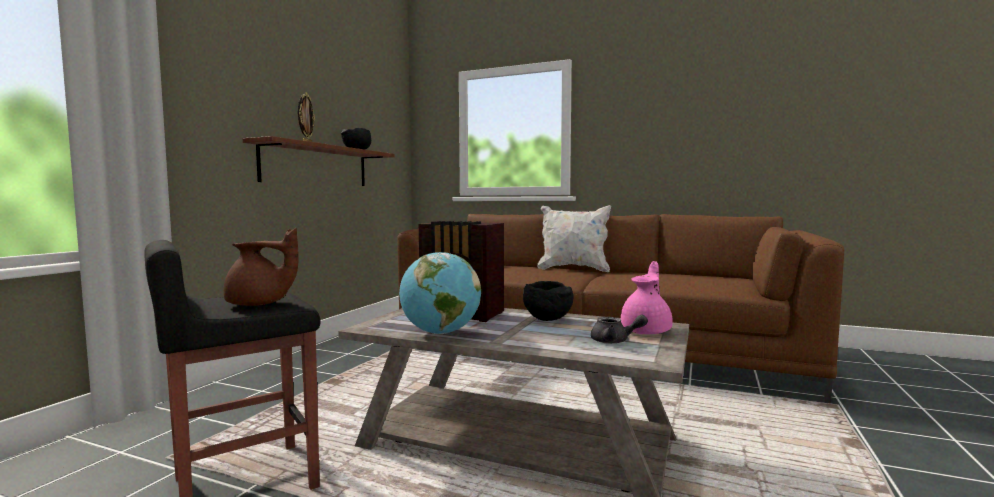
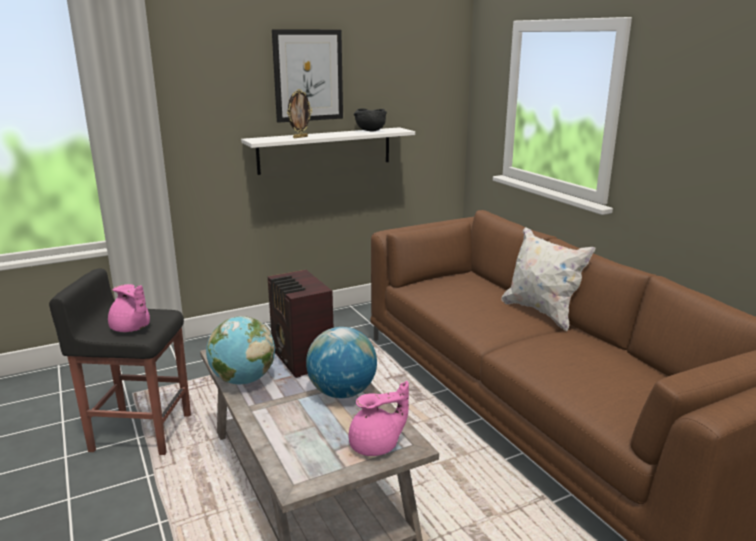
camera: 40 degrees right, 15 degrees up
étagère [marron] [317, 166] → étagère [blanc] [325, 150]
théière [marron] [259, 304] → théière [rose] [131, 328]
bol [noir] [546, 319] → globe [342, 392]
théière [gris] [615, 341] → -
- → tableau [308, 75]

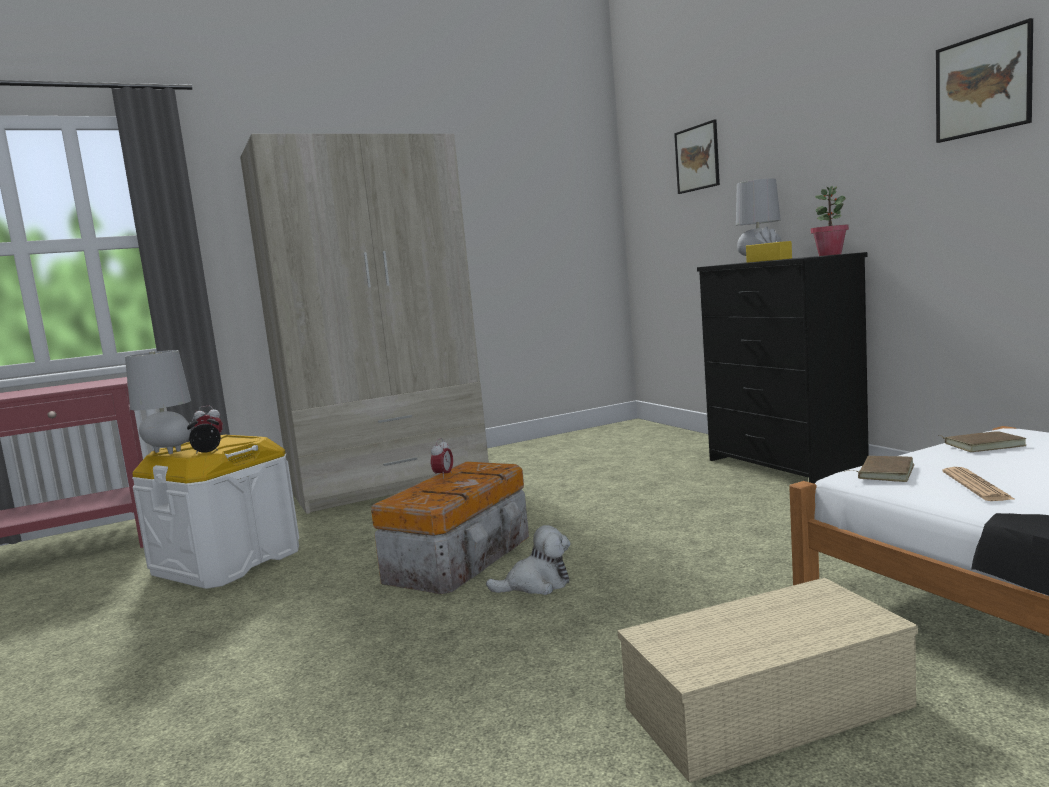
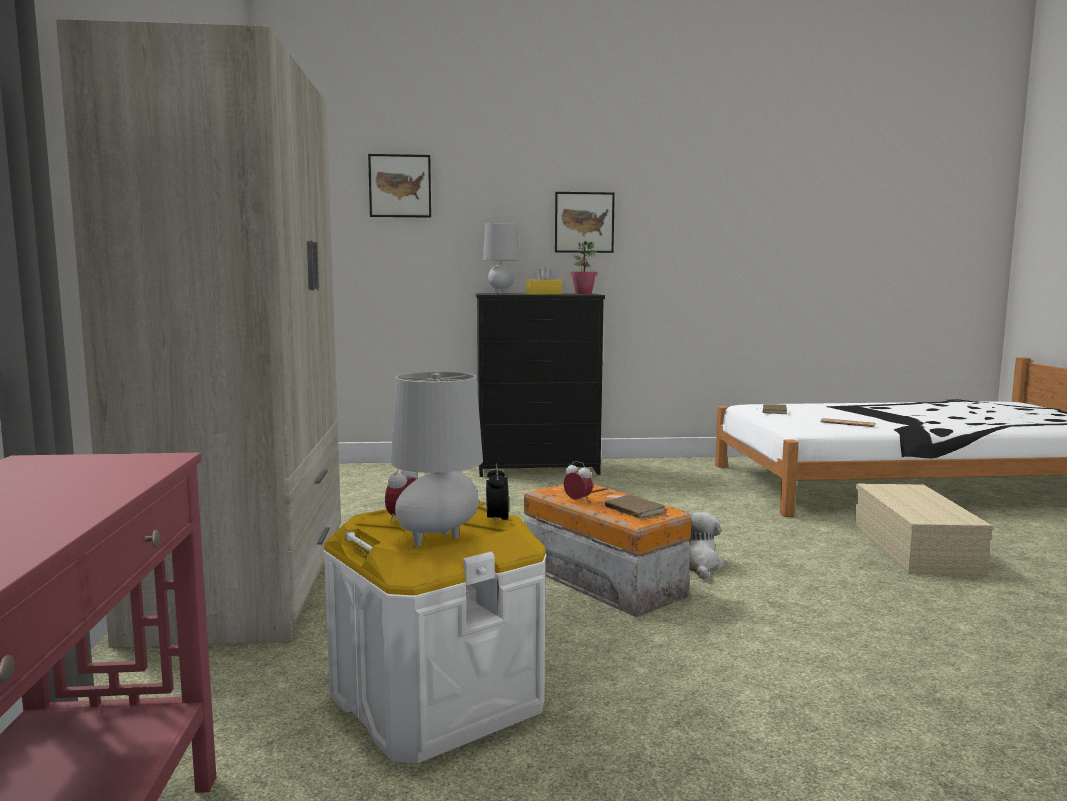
camera: 70 degrees left, 0 degrees up
tableau [983, 84] → tableau [584, 222], moved
livre [marron] [883, 472] → livre [marron] [633, 510], moved

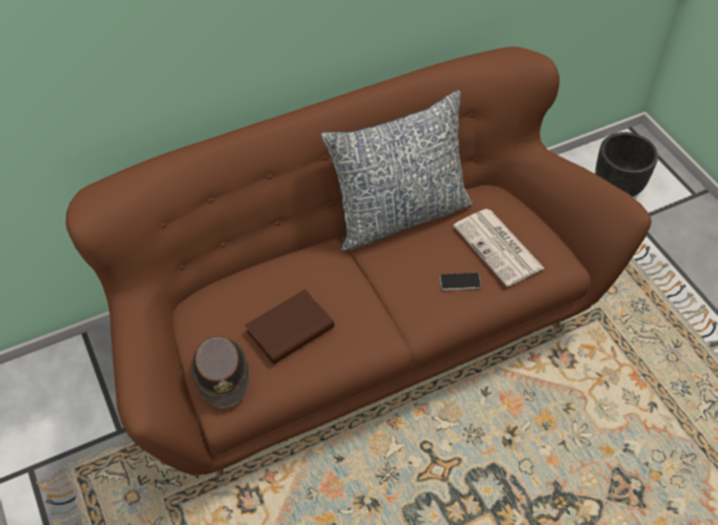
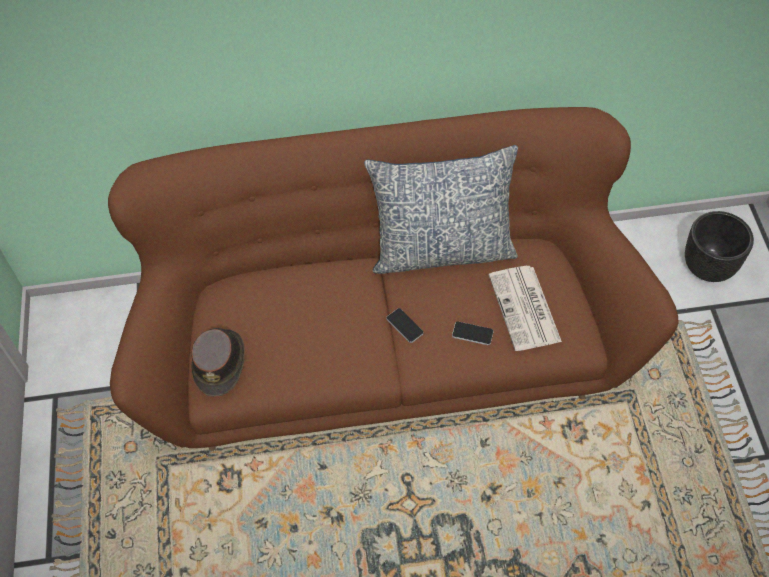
camera: 20 degrees right, 5 degrees up
livre [marron] [290, 329] → -
- → téléphone [404, 326]

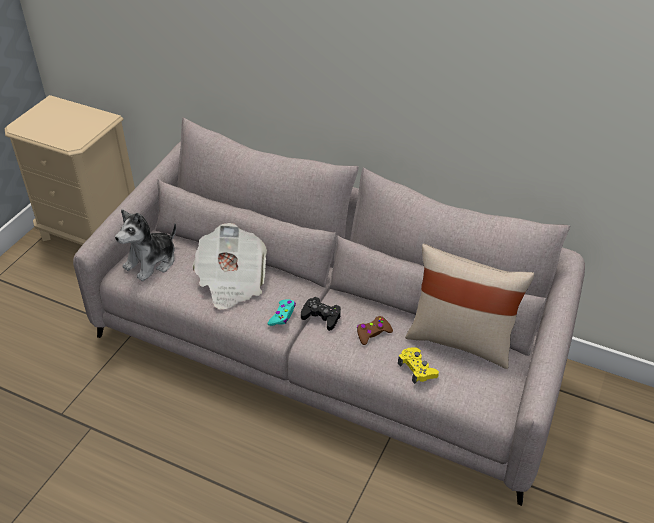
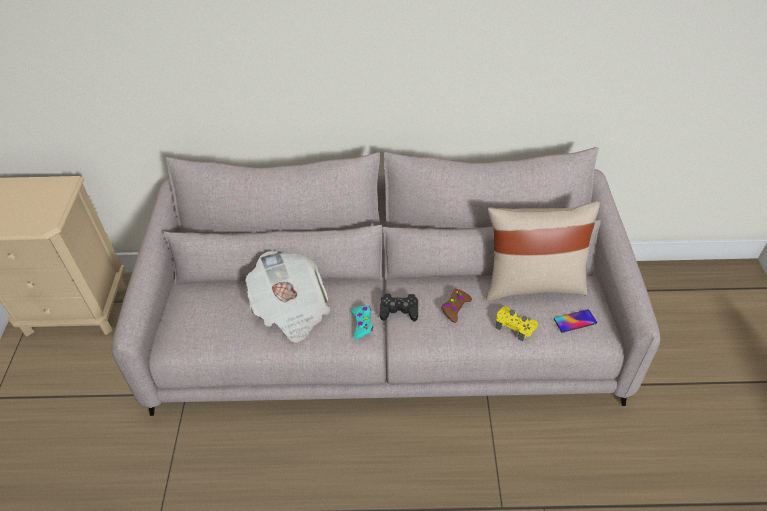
camera: 25 degrees left, 5 degrees up
peluche [151, 262] → -
- → téléphone [575, 321]

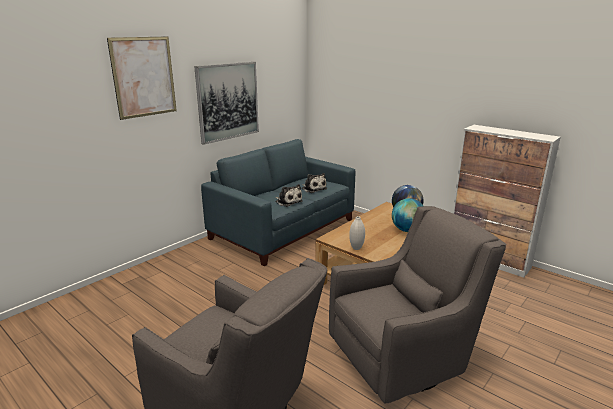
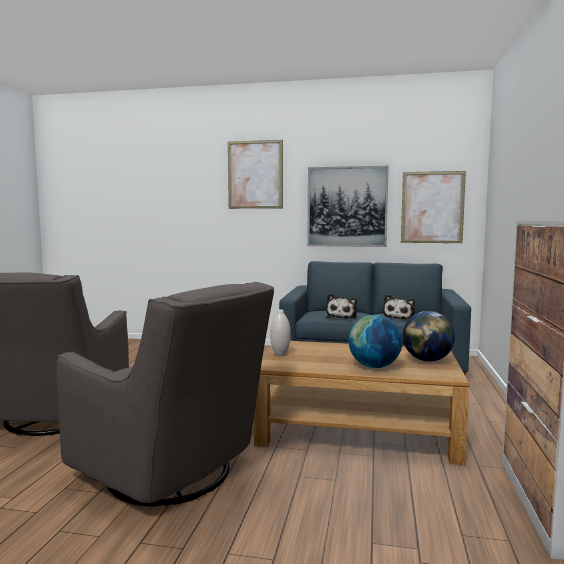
camera: 60 degrees right, 15 degrees down
- → tableau [432, 207]

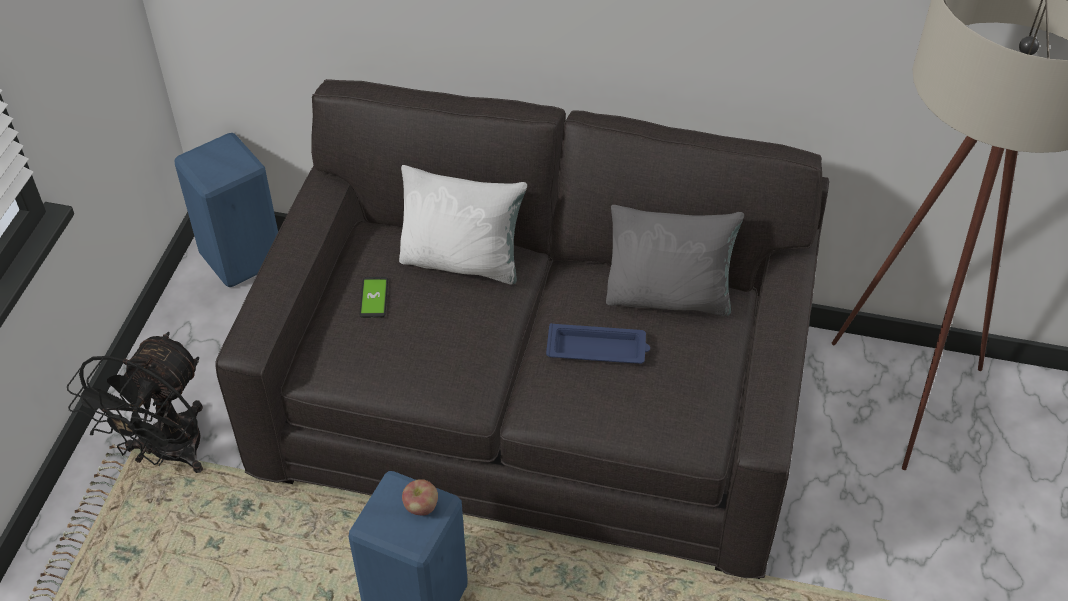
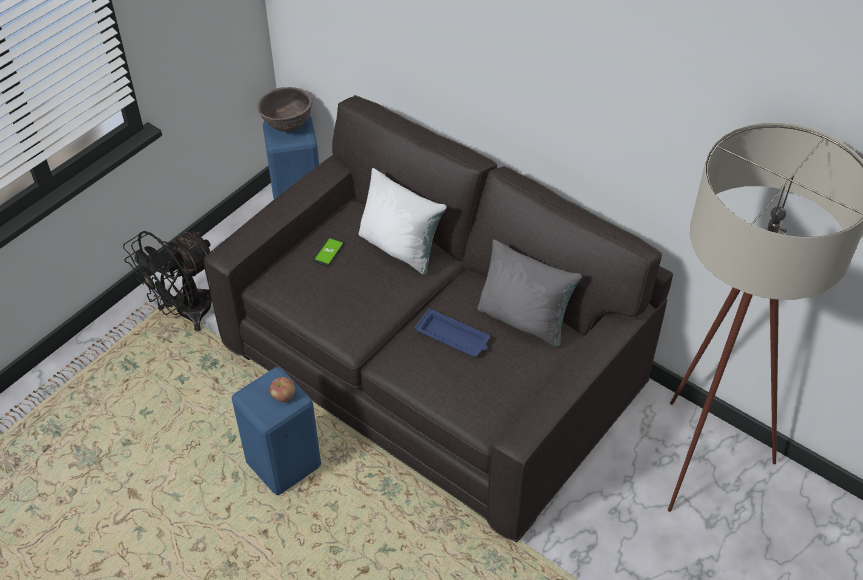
camera: 25 degrees right, 0 degrees up
- → bol [marron] [287, 126]

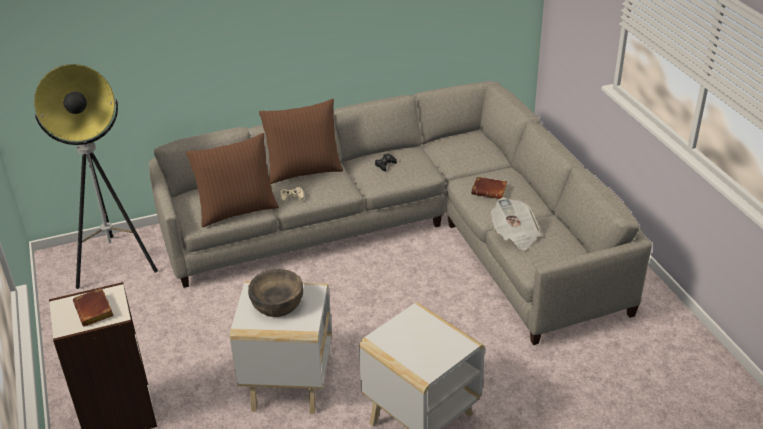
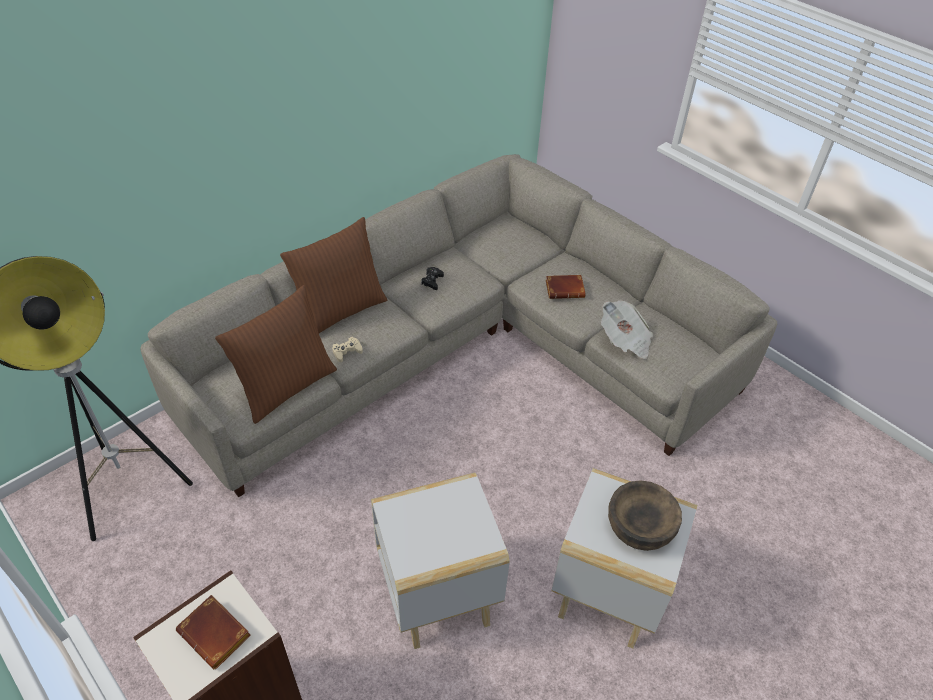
camera: 25 degrees left, 10 degrees up
bol [marron] [277, 304] → bol [marron] [640, 526], moved

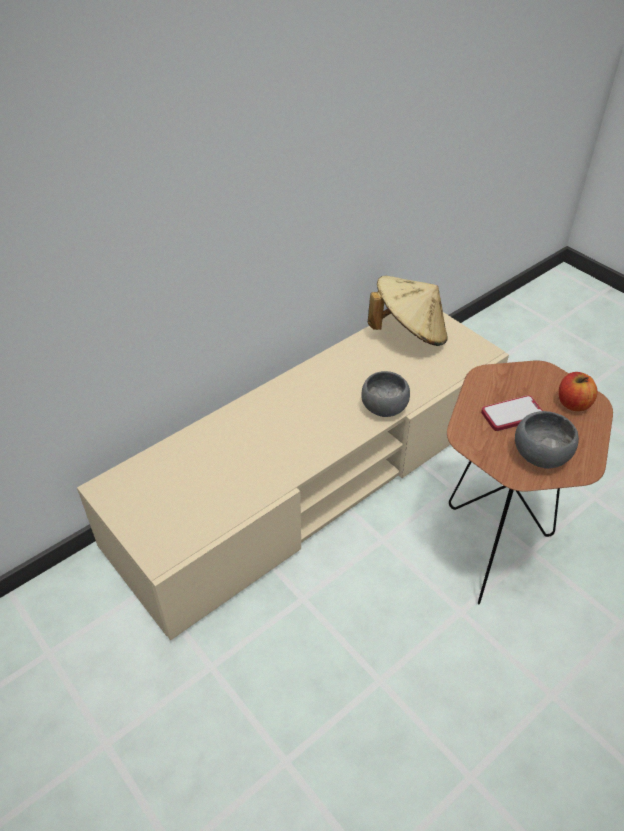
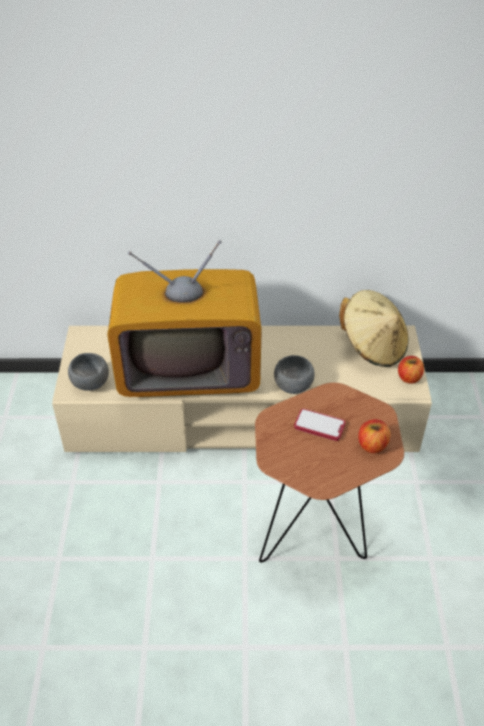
camera: 40 degrees right, 0 degrees up
bol [gris] [541, 457] → bol [gris] [89, 383], moved
- → téléviseur [189, 367]
- → pomme [409, 377]

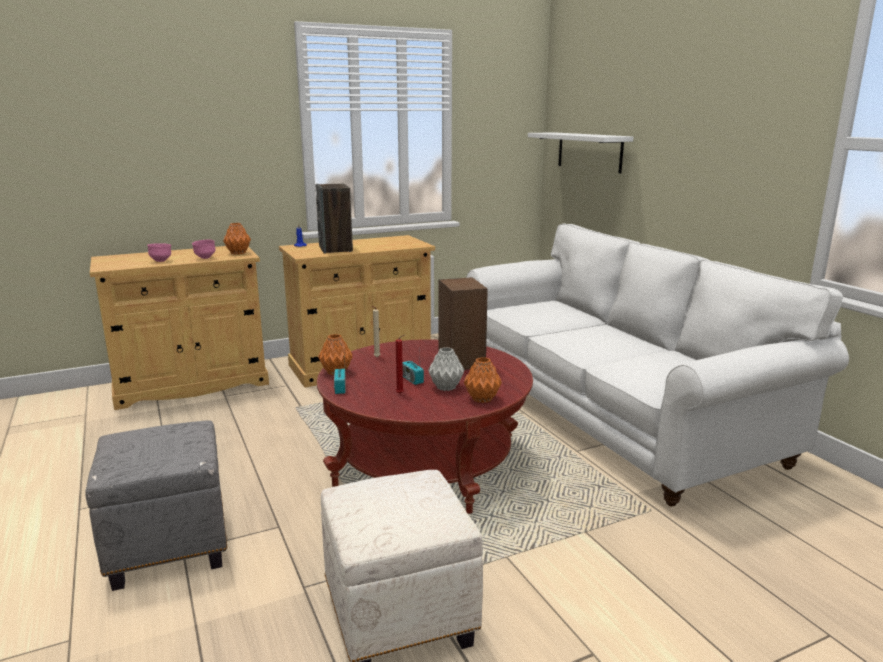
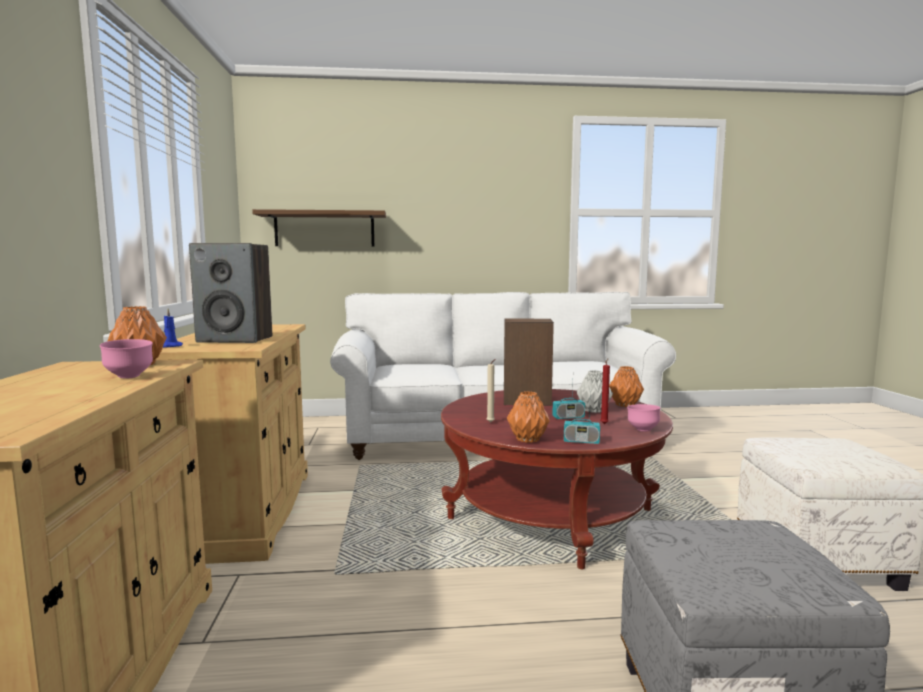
camera: 70 degrees left, 10 degrees down
étagère [blanc] [589, 151] → étagère [marron] [324, 229]
bol [rose] [161, 261] → bol [rose] [642, 430], moved

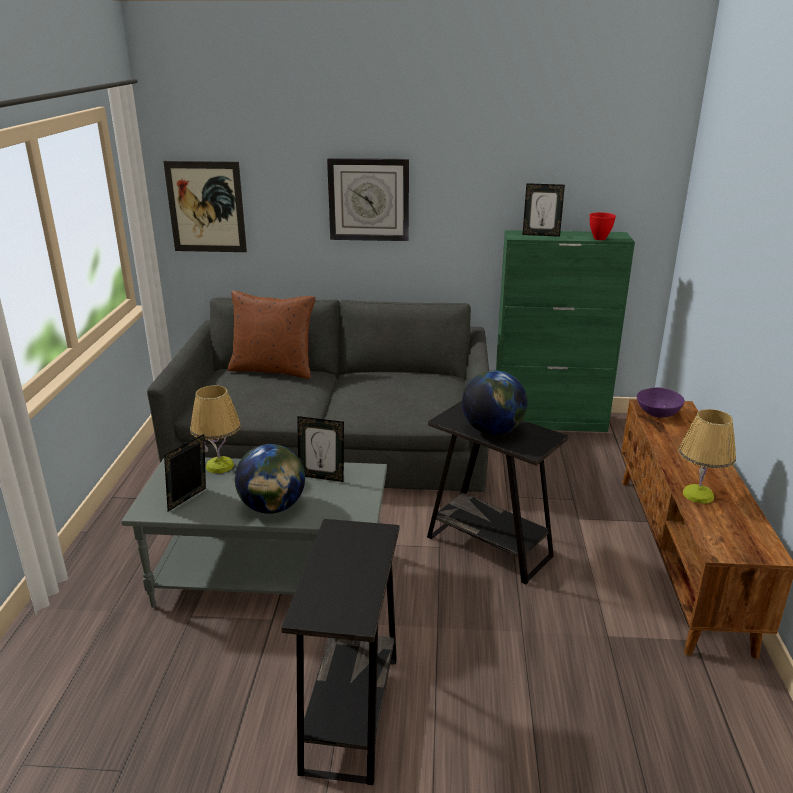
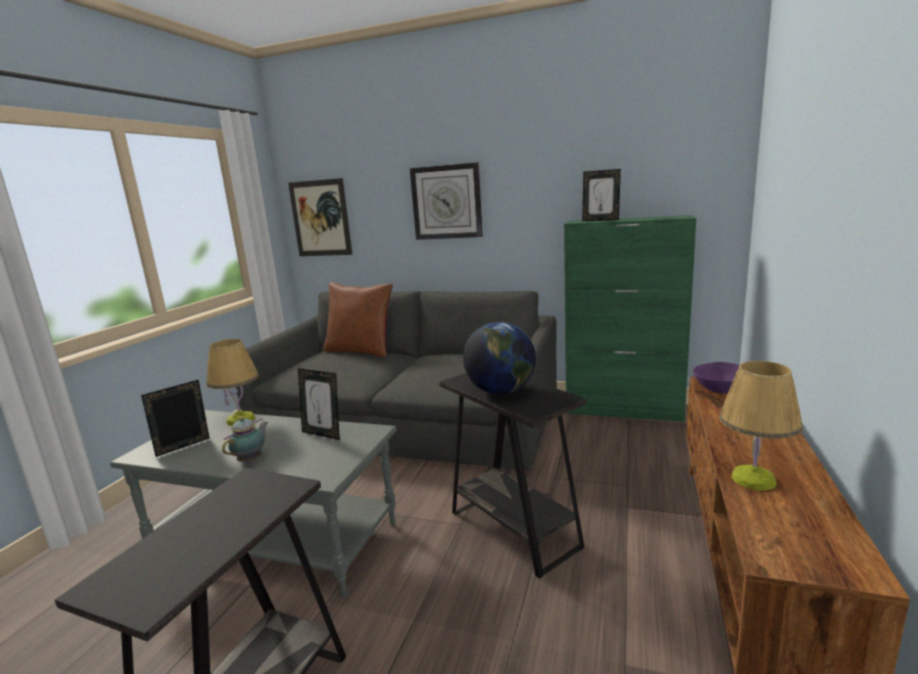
camera: 15 degrees right, 10 degrees down
bol [rouge] [600, 238] → -
globe [272, 507] → théière [251, 459]

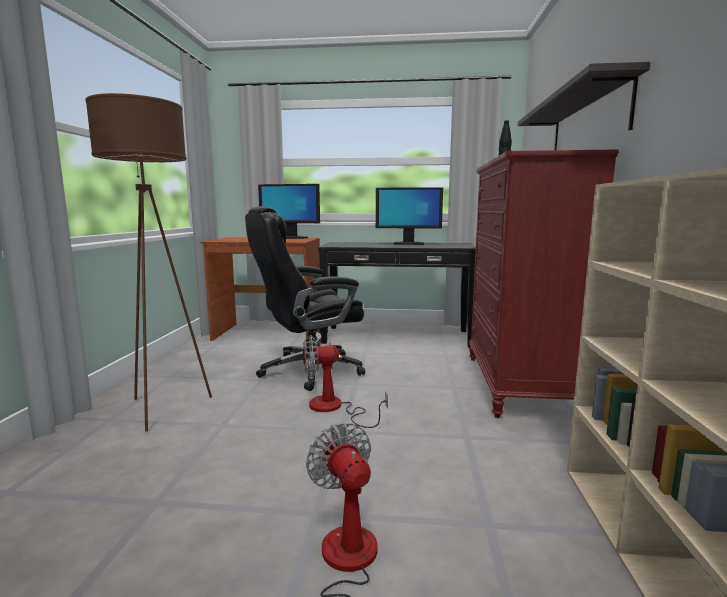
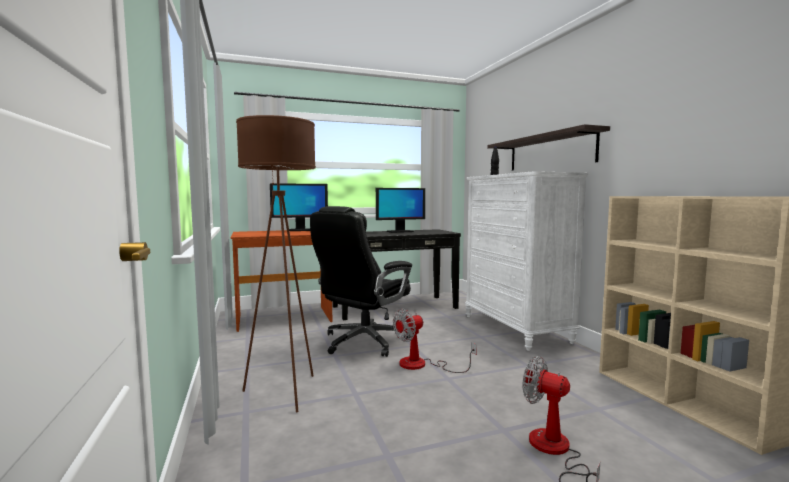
camera: 25 degrees left, 5 degrees down
commode [rouge] [518, 385] → commode [blanc] [515, 328]

